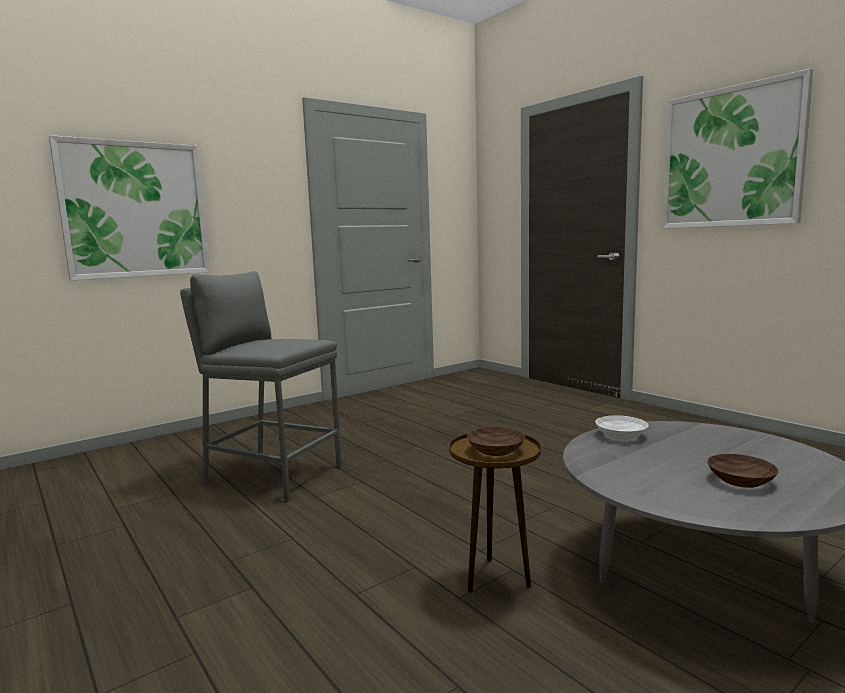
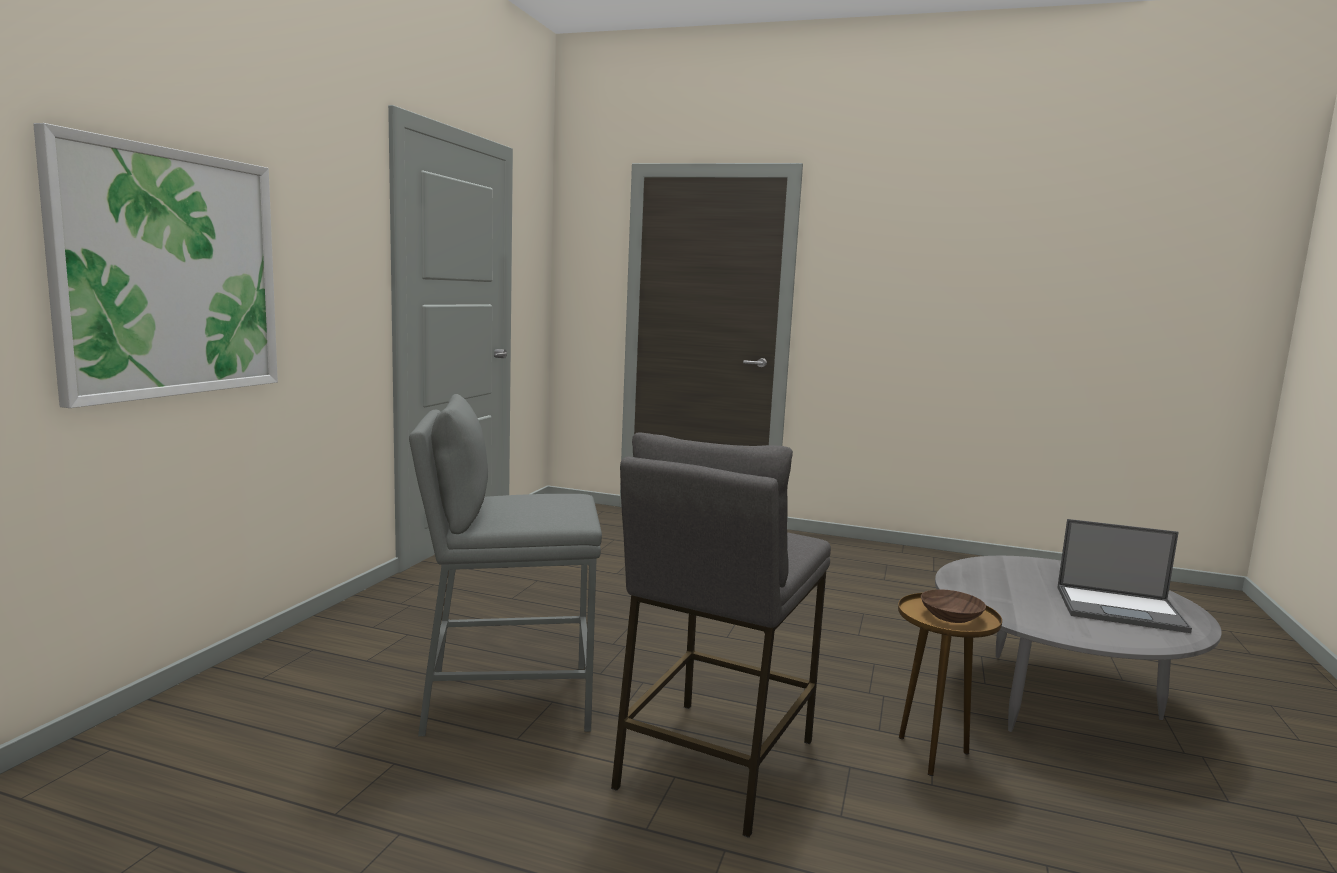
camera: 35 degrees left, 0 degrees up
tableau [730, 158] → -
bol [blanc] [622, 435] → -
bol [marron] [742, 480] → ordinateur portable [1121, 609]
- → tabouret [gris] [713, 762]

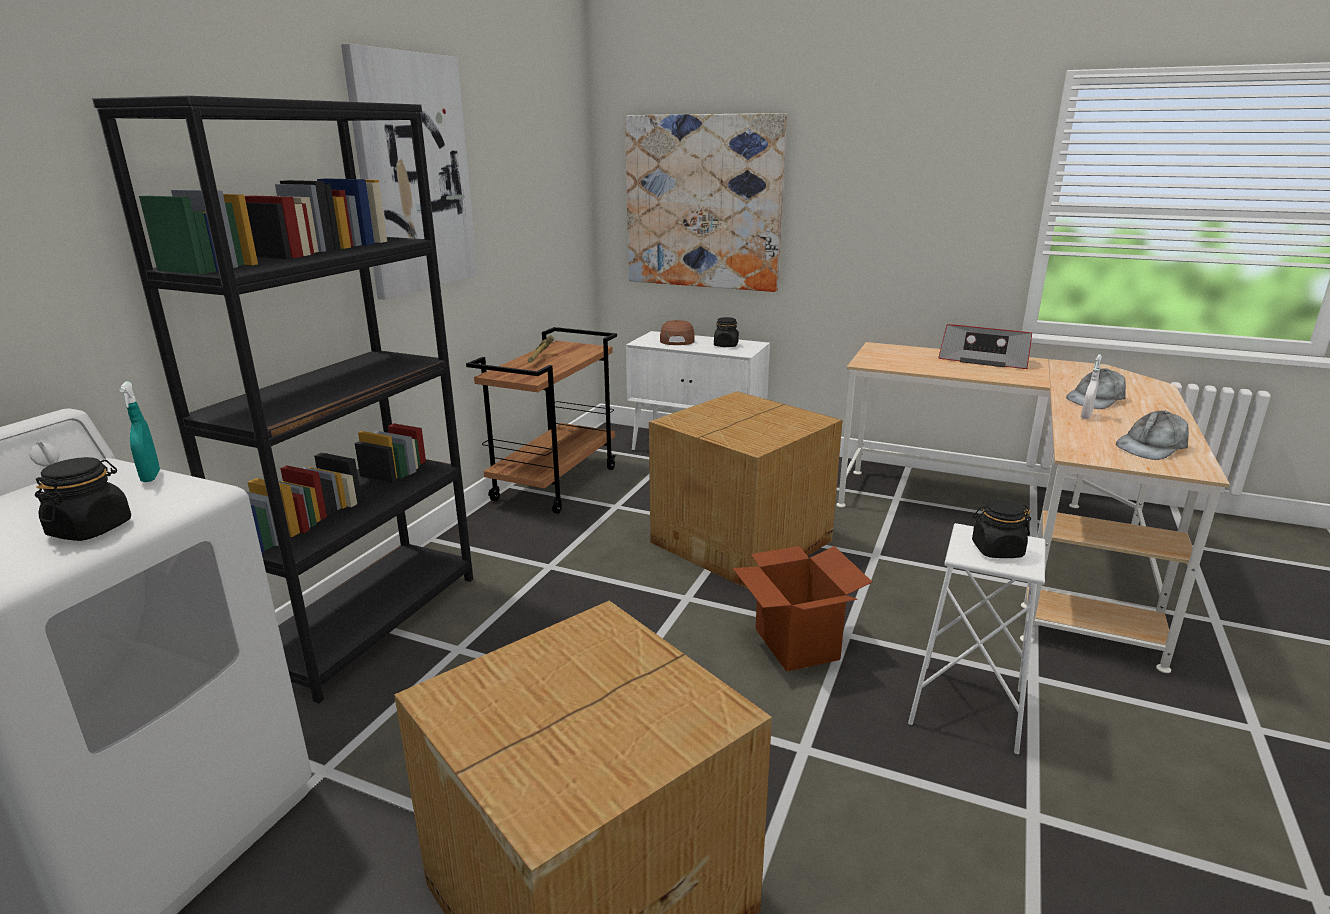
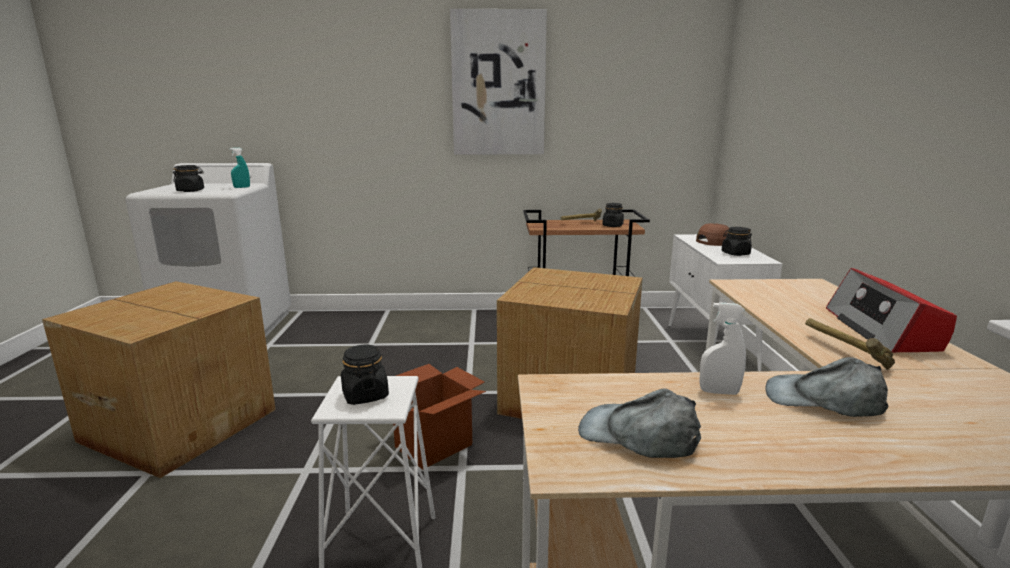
camera: 65 degrees right, 5 degrees down
bibliothèque [noir] [369, 623] → -
tableau [703, 203] → -
- → bocal [noir] [612, 226]
- → marteau [843, 352]

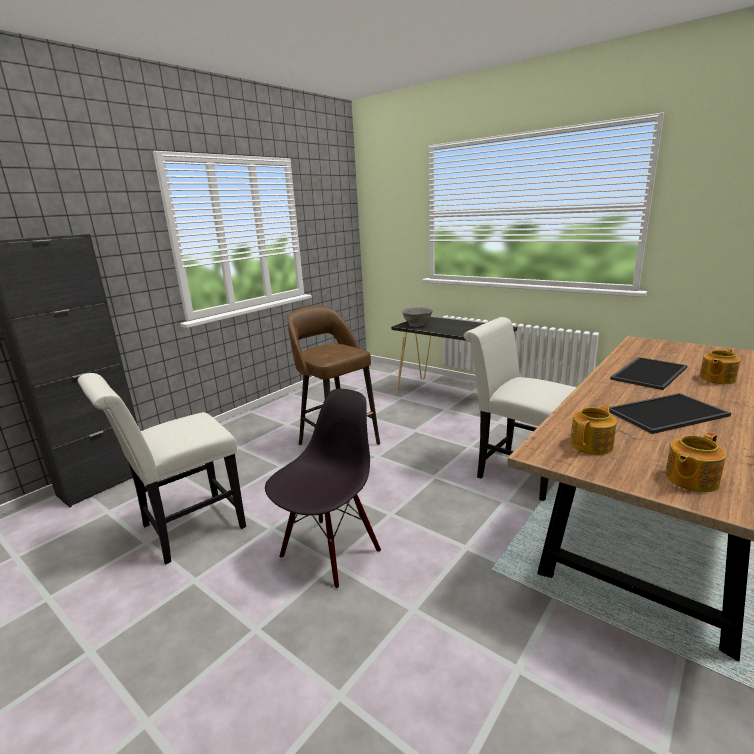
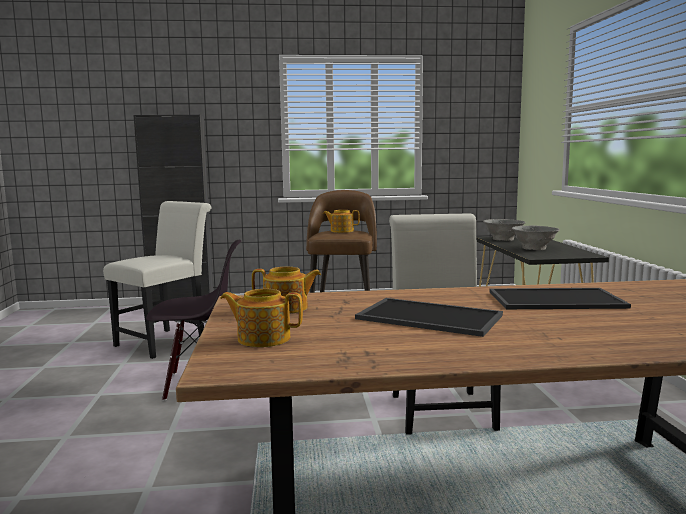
camera: 45 degrees right, 10 degrees down
théière [716, 379] → théière [341, 231], moved
chaise [blanc] [185, 530] → chaise [blanc] [166, 341], 120 degrees clockwise
- → bol [gris] [534, 248]

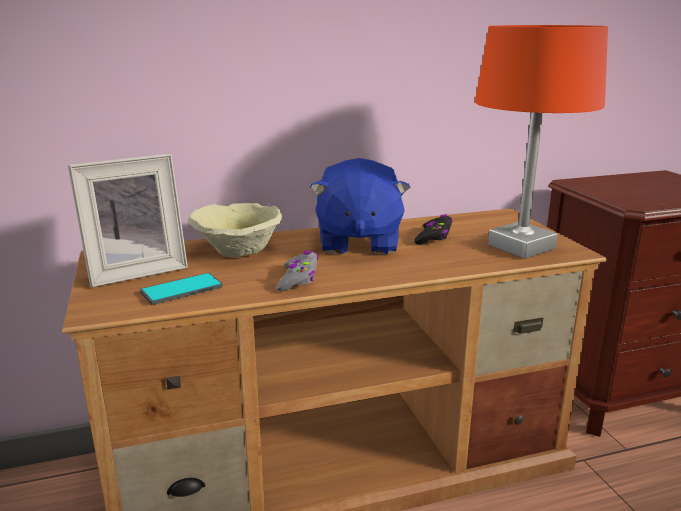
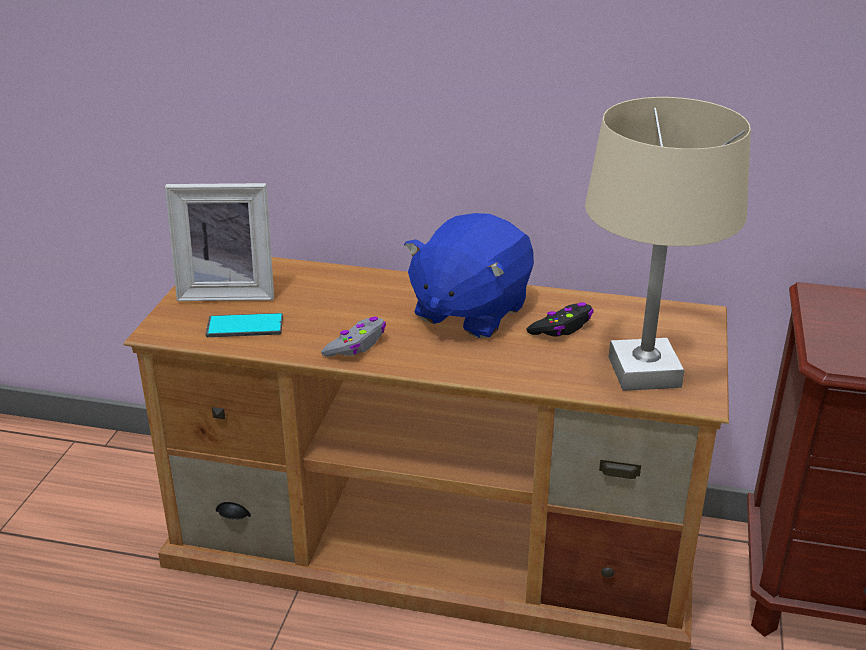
camera: 30 degrees right, 10 degrees up
lampe de table [orange] [522, 247] → lampe de table [beige] [644, 373]
bol [beige] [237, 251] → -

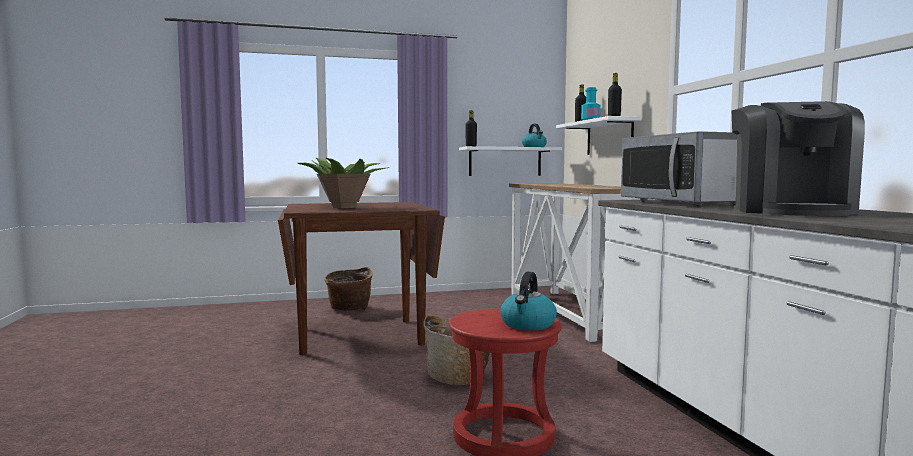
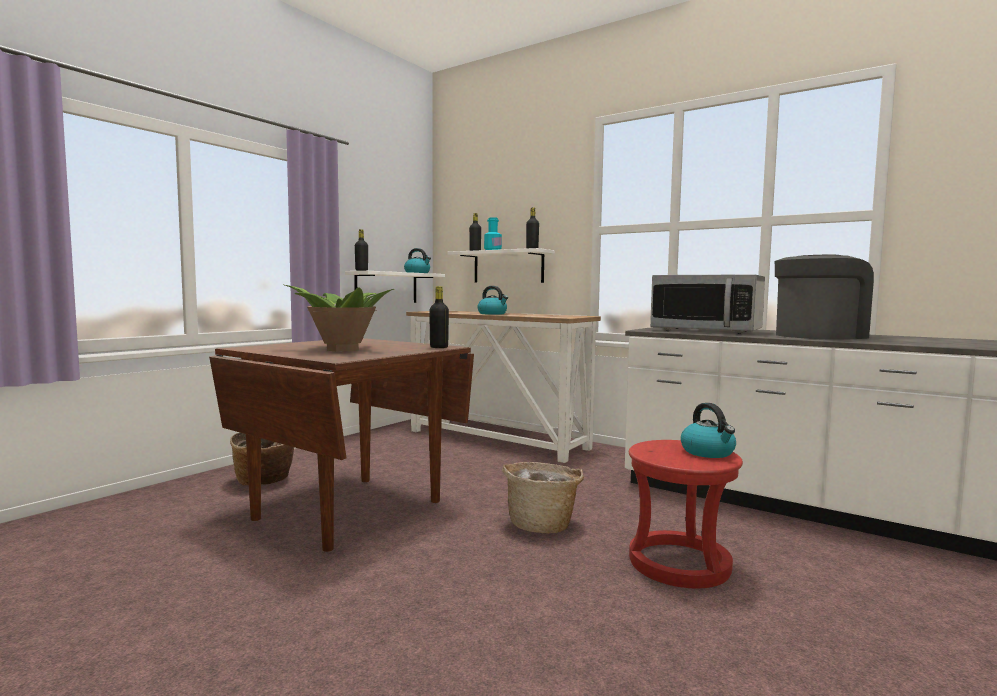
camera: 40 degrees left, 0 degrees up
machine à café [789, 211] → machine à café [818, 336], 90 degrees counterclockwise
- → bouteille [noir] [439, 347]
- → bouilloire [492, 314]

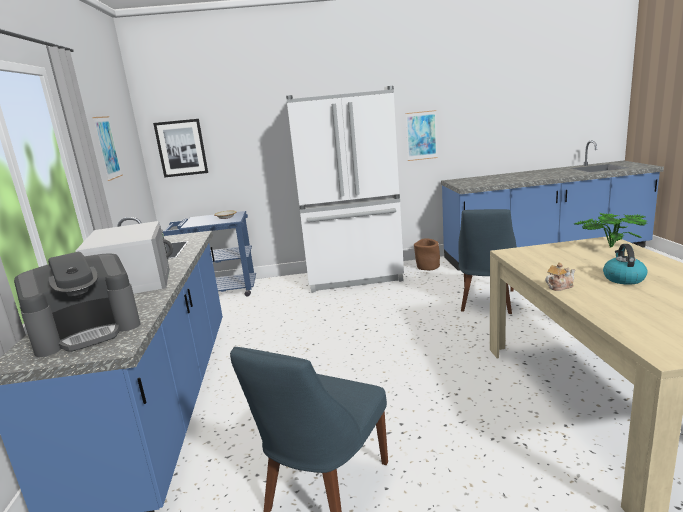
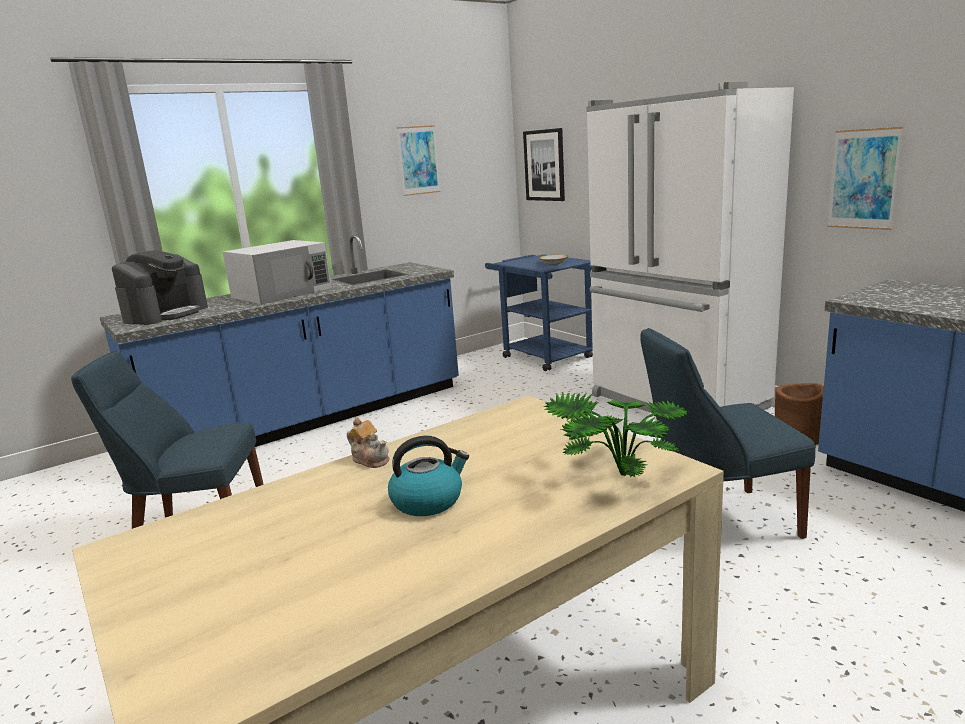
camera: 60 degrees right, 0 degrees up
machine à café [88, 331] → machine à café [166, 314], 90 degrees counterclockwise

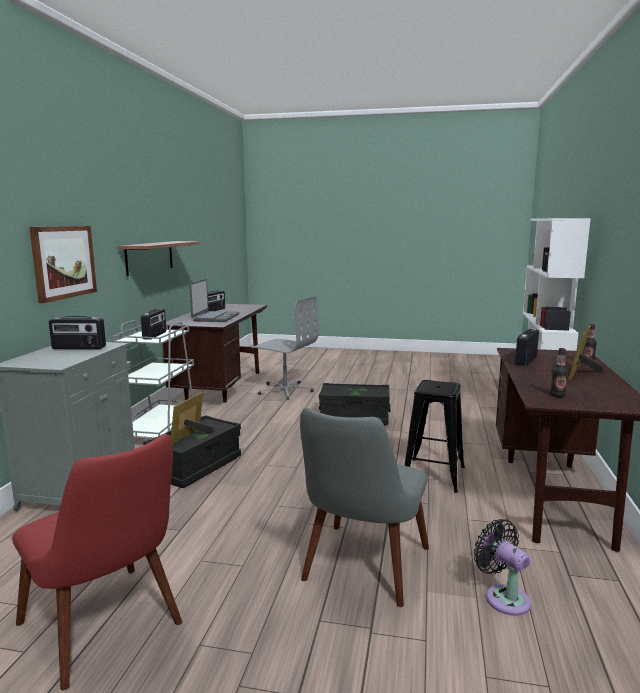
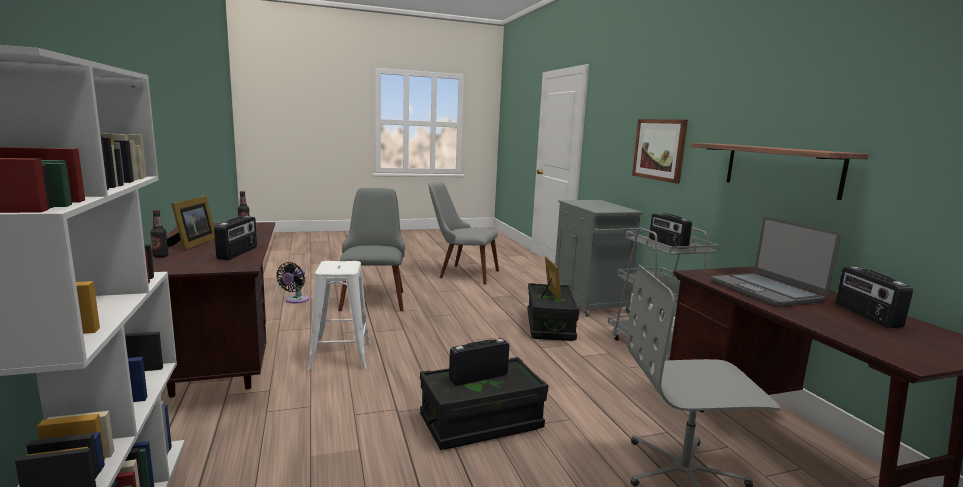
camera: 150 degrees right, 0 degrees up
radio [78, 348] → radio [478, 377], moved
tabouret [noir] [433, 475] → tabouret [blanc] [340, 356]
chaise [rouge] [110, 632] → chaise [gris] [461, 273]
ventilateur [noir] [503, 597] → ventilateur [noir] [295, 300], 75 degrees clockwise

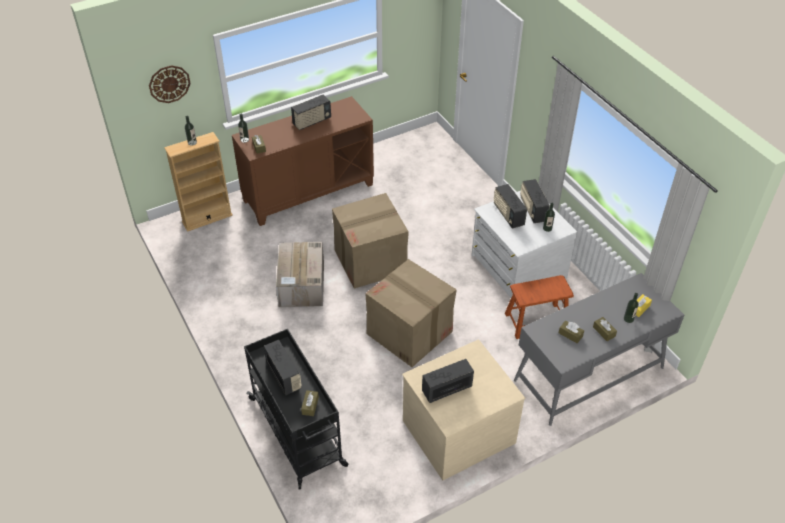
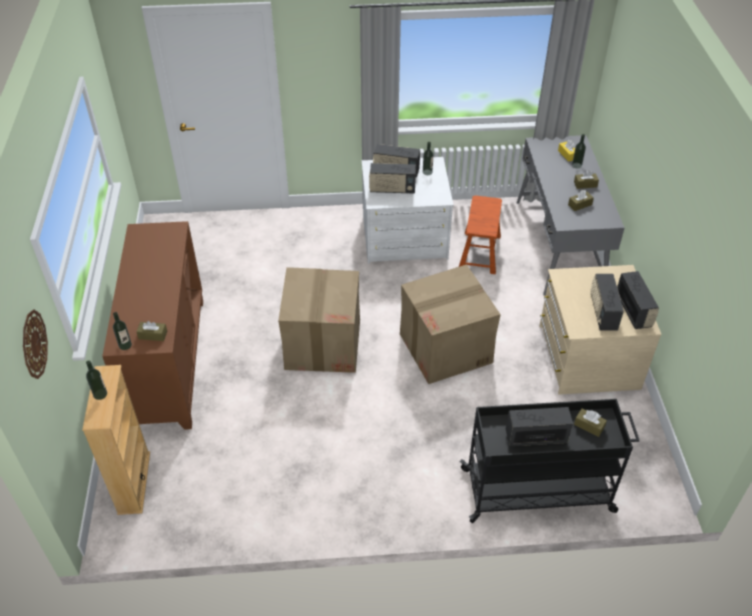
camera: 65 degrees left, 0 degrees up
radio [312, 121] → radio [633, 311], moved
carton [302, 284] → -

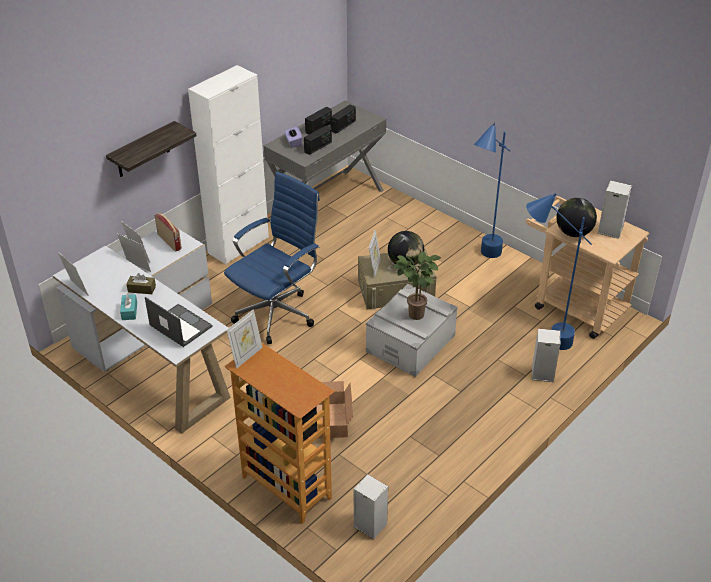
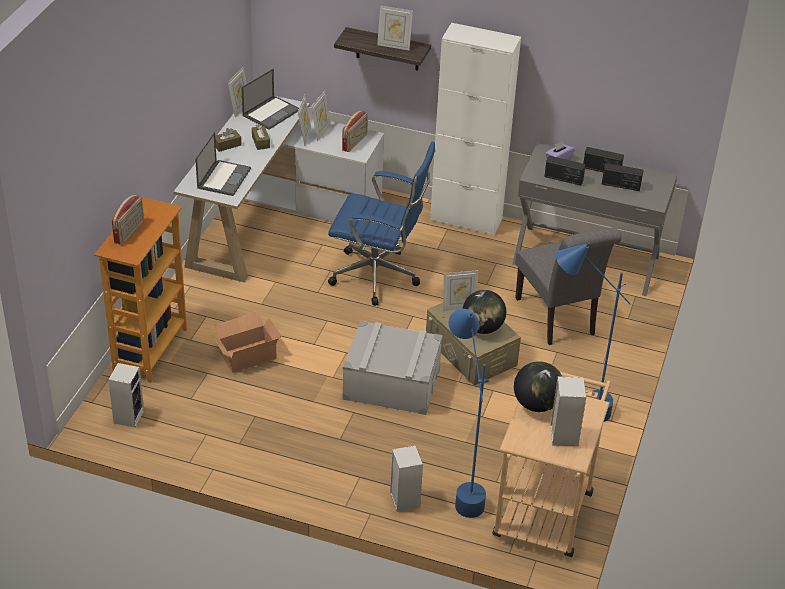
camera: 65 degrees right, 0 degrees up
plante en pot [415, 316] → -
boîte à mouchoirs [turquoise] [129, 311] → boîte à mouchoirs [marron] [227, 145]
cadre photo [246, 356] → cadre photo [394, 46], moved
- → ordinateur portable [271, 112]
- → radio [129, 232]
- → chaise [gris] [558, 319]

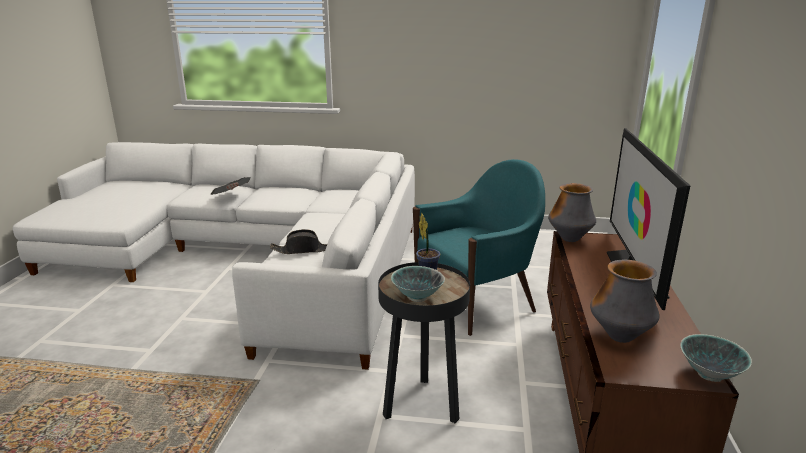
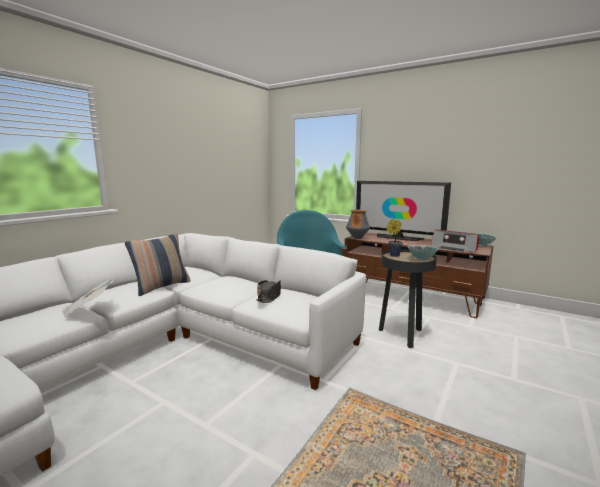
camera: 65 degrees left, 10 degrees down
vase [619, 337] → radio [454, 248]
- → coussin [162, 287]

